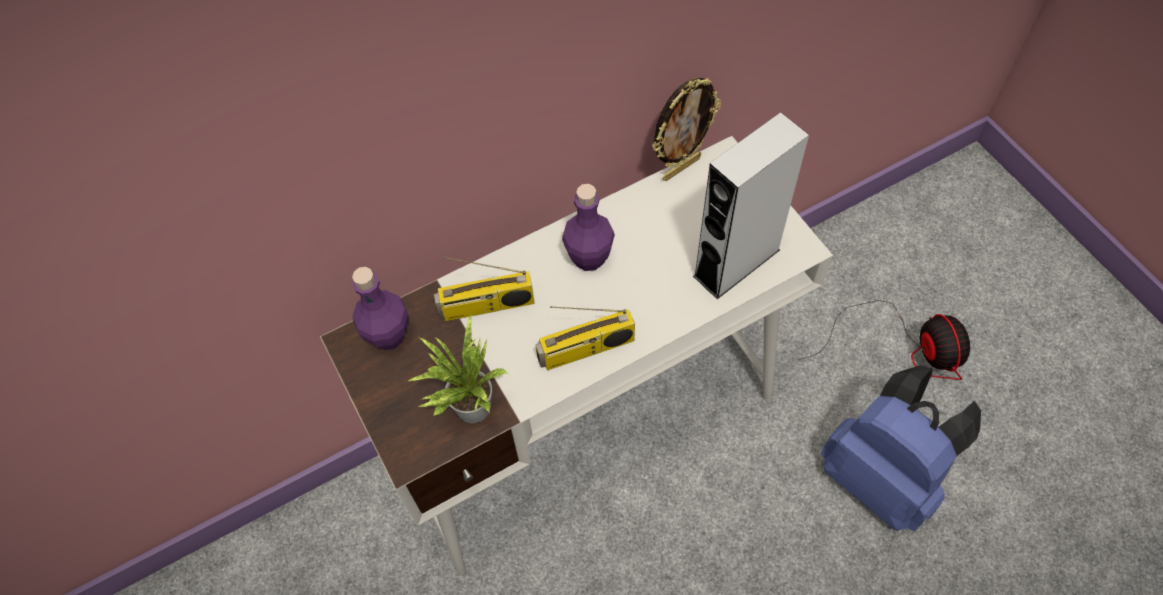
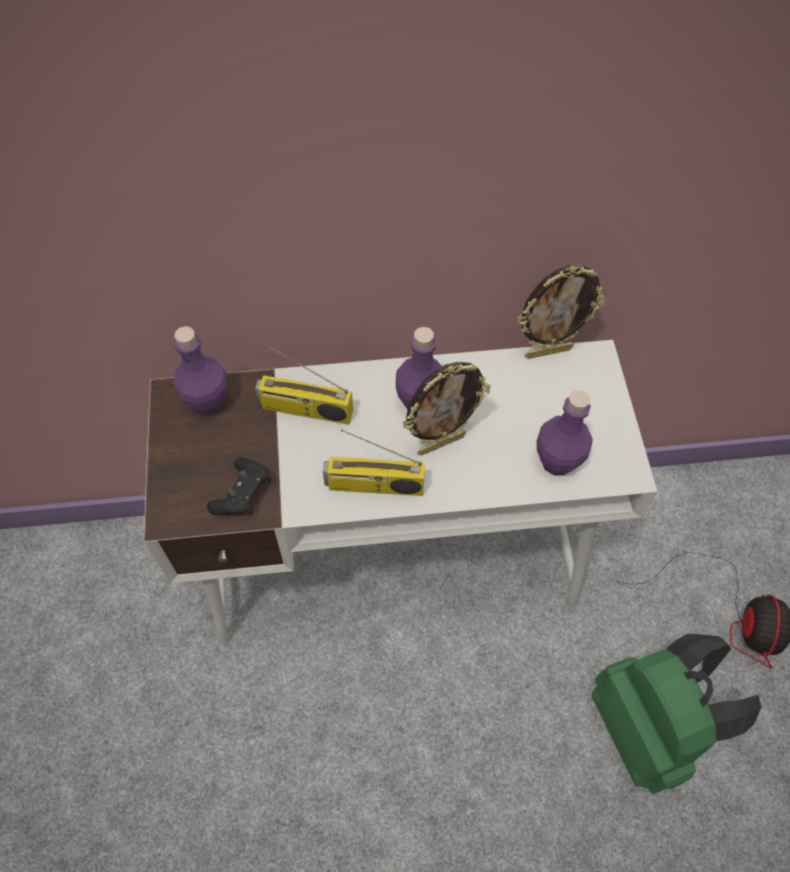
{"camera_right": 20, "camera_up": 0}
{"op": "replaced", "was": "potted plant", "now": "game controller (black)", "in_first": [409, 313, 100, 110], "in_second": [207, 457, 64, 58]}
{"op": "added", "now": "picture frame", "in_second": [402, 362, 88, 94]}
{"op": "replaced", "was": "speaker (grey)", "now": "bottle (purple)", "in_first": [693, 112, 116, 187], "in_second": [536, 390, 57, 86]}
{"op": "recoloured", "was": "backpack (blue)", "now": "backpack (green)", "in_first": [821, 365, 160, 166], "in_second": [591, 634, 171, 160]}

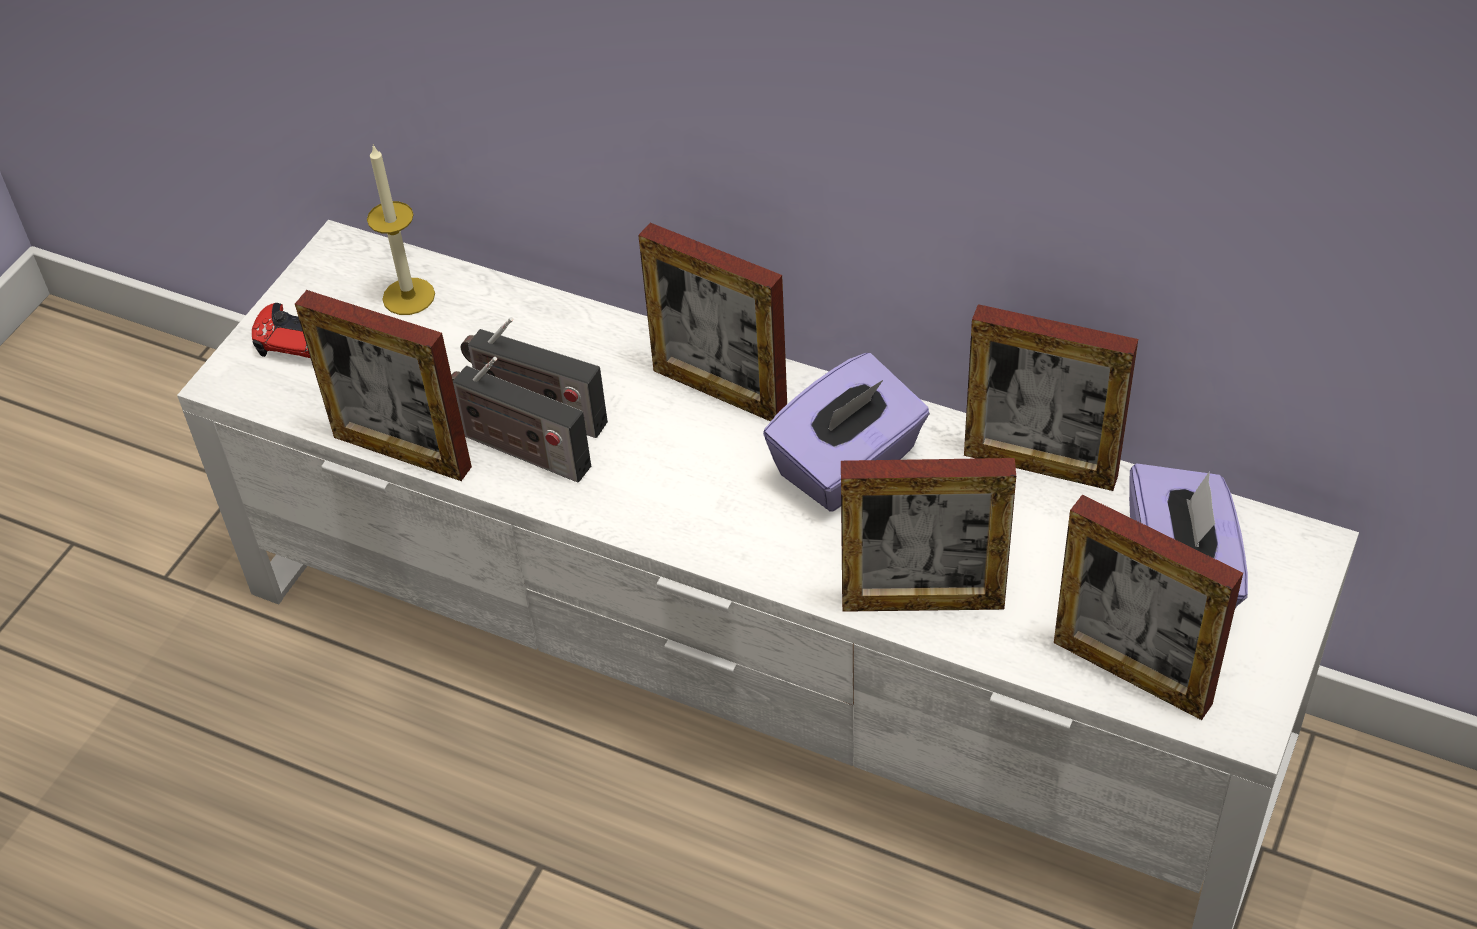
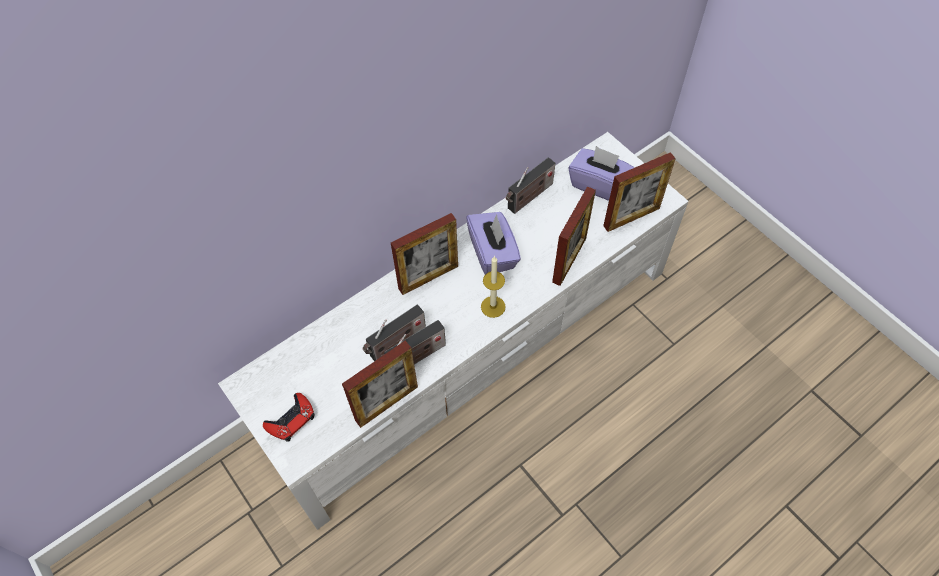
{"camera_right": -65, "camera_up": 10}
{"op": "moved", "was": "candle", "in_first": [367, 144, 68, 171], "in_second": [481, 256, 25, 62]}
{"op": "replaced", "was": "picture frame", "now": "radio", "in_first": [964, 304, 174, 187], "in_second": [506, 157, 50, 57]}

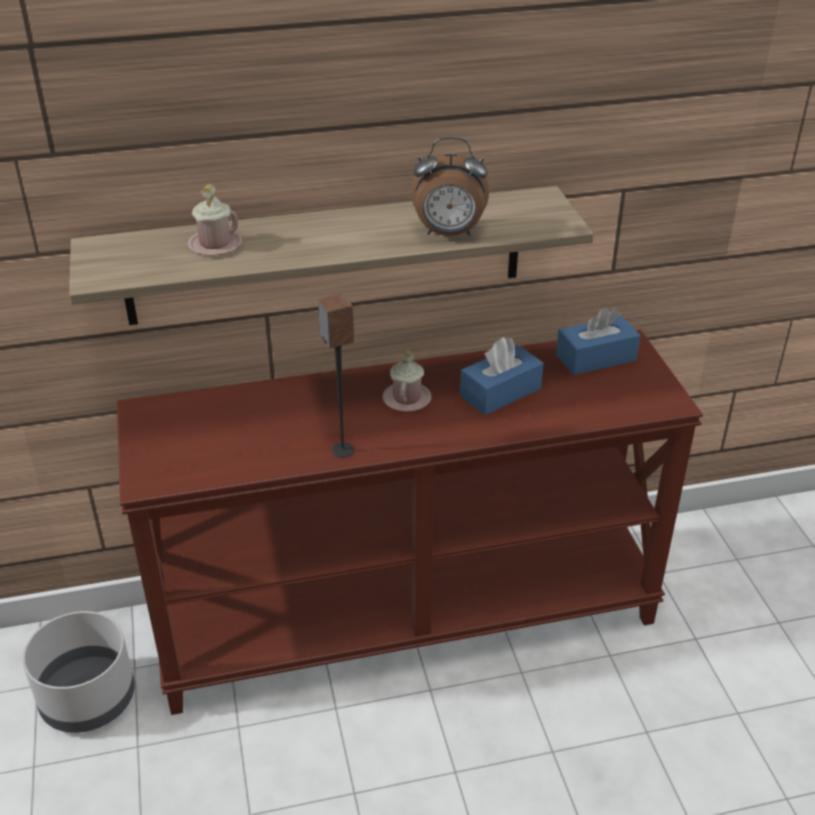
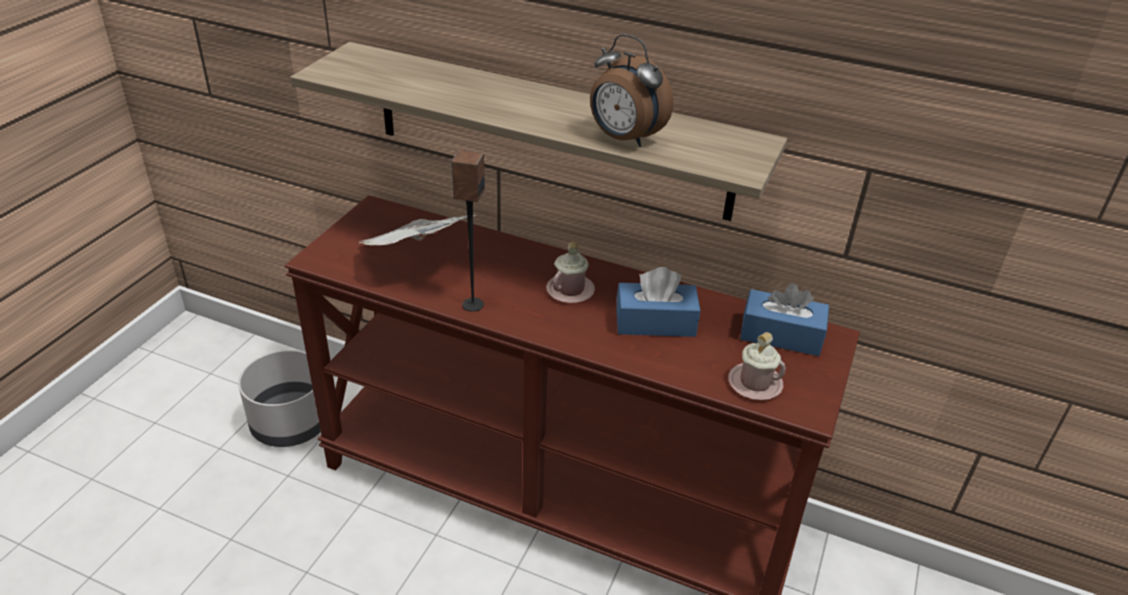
{"camera_right": 35, "camera_up": 0}
{"op": "added", "now": "newspaper", "in_second": [359, 215, 119, 30]}
{"op": "moved", "was": "mug (pink)", "in_first": [187, 184, 56, 72], "in_second": [728, 332, 58, 68]}

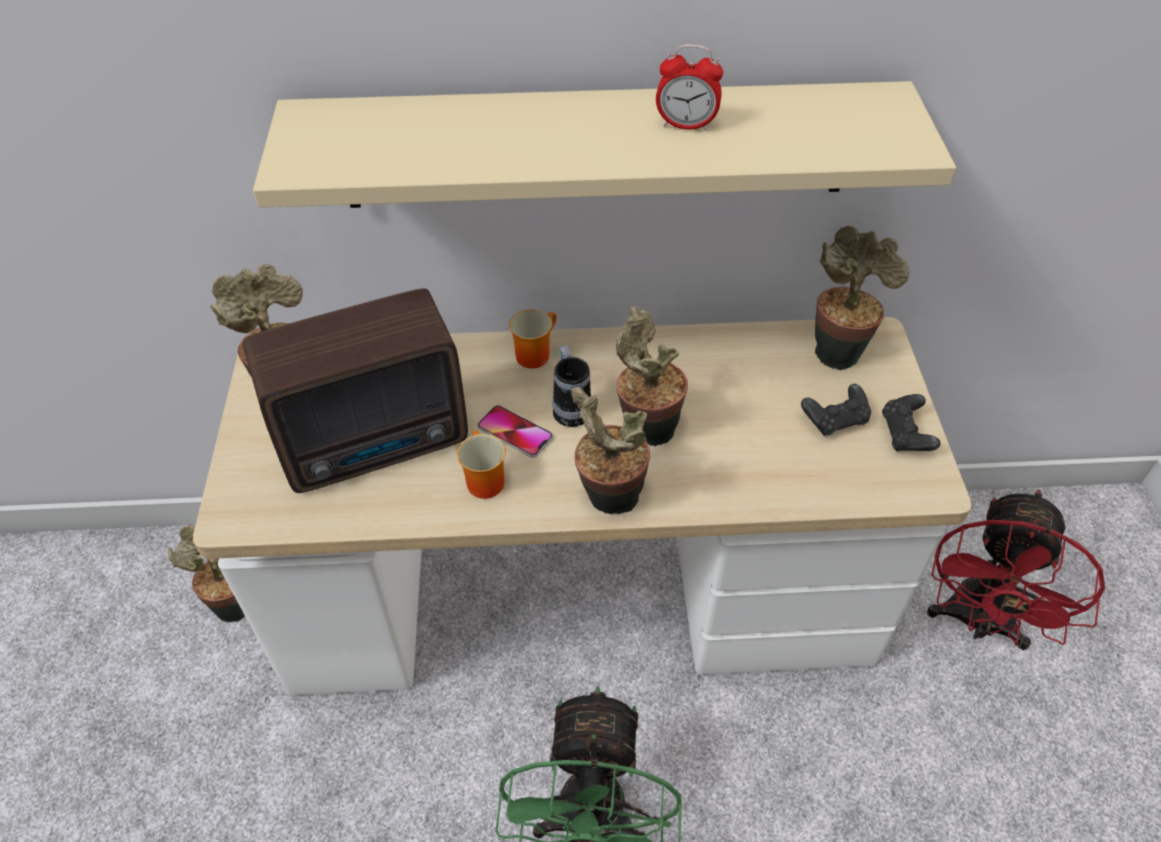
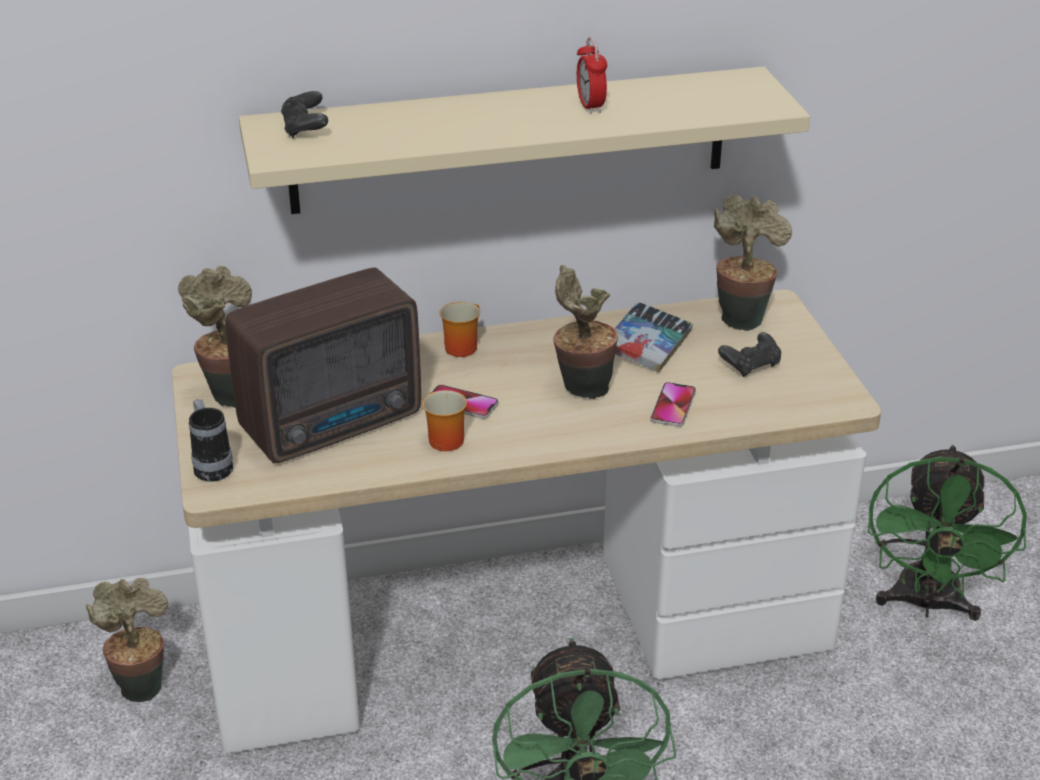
{"camera_right": -10, "camera_up": -15}
{"op": "moved", "was": "mug", "in_first": [552, 345, 39, 82], "in_second": [189, 399, 44, 83]}
{"op": "moved", "was": "game controller (black)", "in_first": [882, 394, 59, 58], "in_second": [281, 91, 47, 47]}
{"op": "turned", "was": "alarm clock", "in_first": [656, 44, 67, 87], "in_second": [577, 37, 30, 77], "clockwise": 75}
{"op": "added", "now": "book", "in_second": [614, 302, 79, 71]}
{"op": "added", "now": "phone", "in_second": [651, 382, 45, 45]}
{"op": "recoloured", "was": "fan (red)", "now": "fan (green)", "in_first": [927, 490, 178, 160], "in_second": [868, 445, 159, 176]}
{"op": "removed", "was": "potted plant", "in_first": [571, 387, 79, 127]}

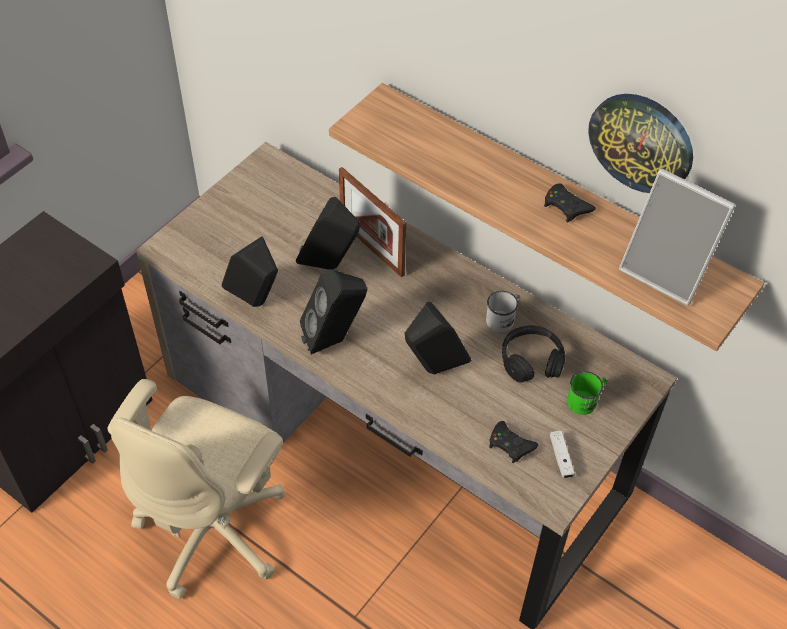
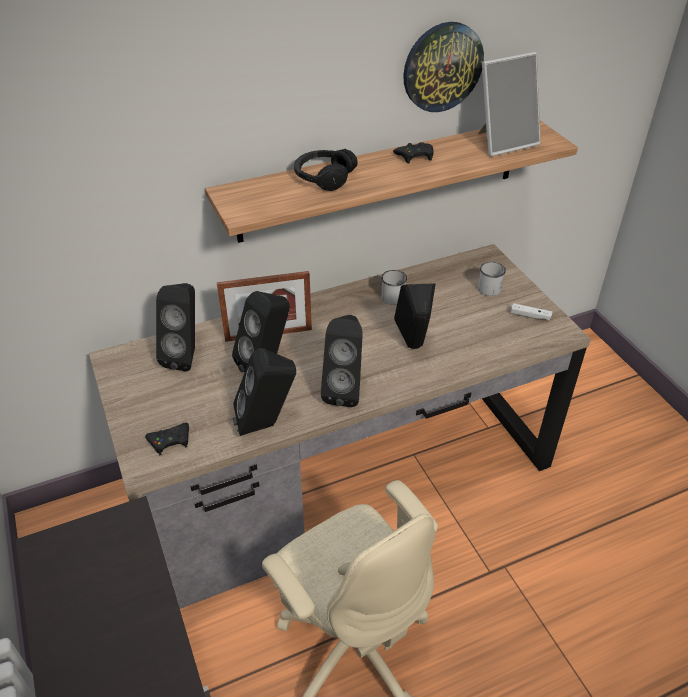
{"camera_right": -60, "camera_up": -10}
{"op": "moved", "was": "game controller (black)", "in_first": [489, 421, 49, 42], "in_second": [145, 422, 44, 33]}
{"op": "added", "now": "speaker (black)", "in_second": [156, 283, 39, 88]}
{"op": "moved", "was": "headphones (black)", "in_first": [502, 326, 64, 57], "in_second": [294, 149, 64, 42]}
{"op": "recoloured", "was": "mug (green)", "now": "mug (white)", "in_first": [567, 371, 40, 44], "in_second": [478, 262, 28, 34]}

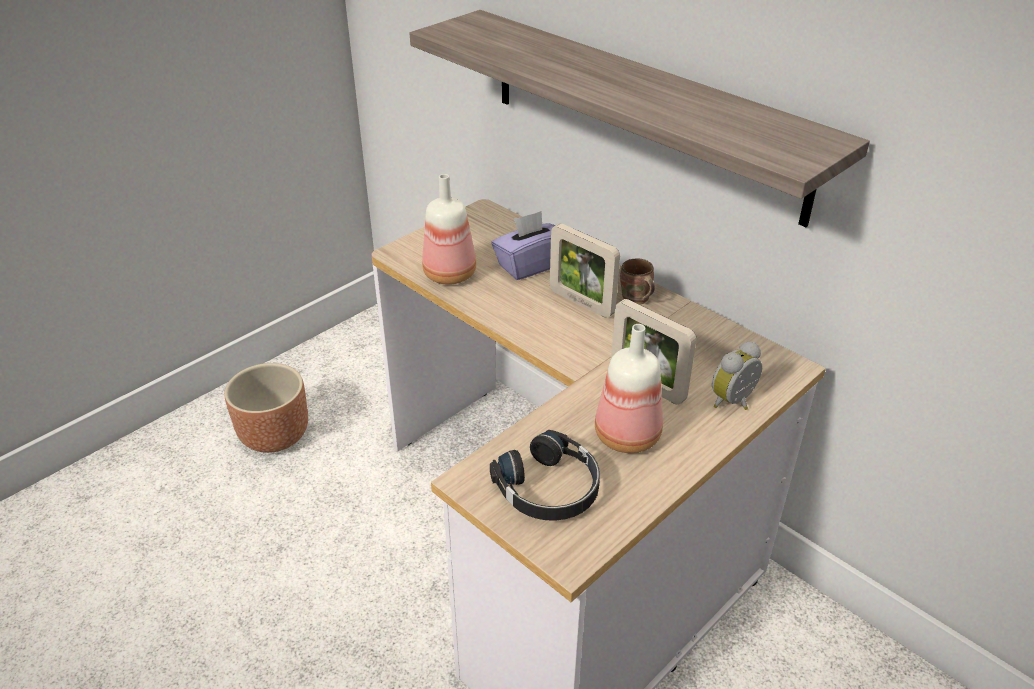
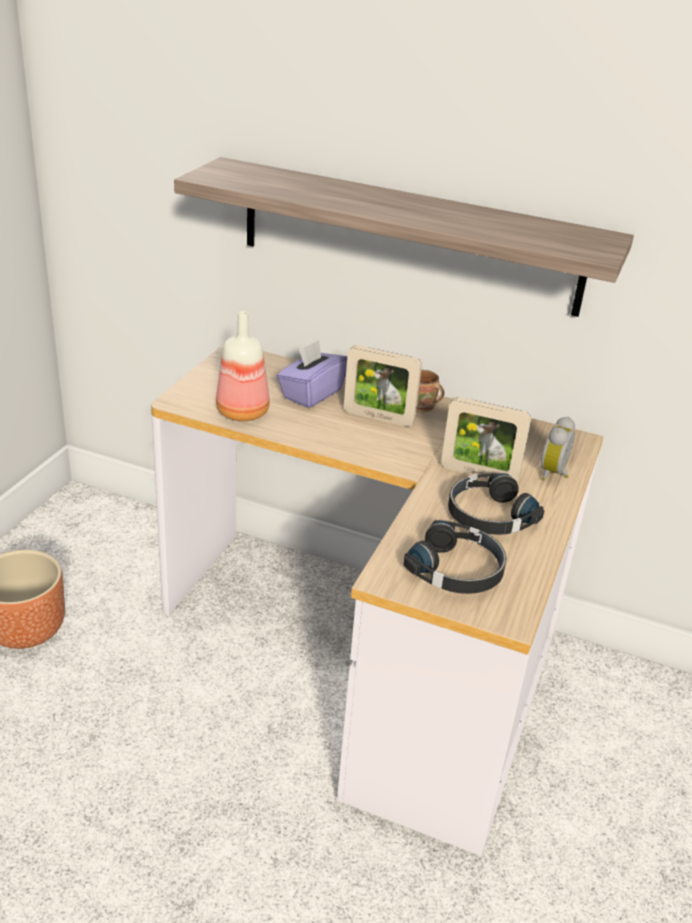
{"camera_right": -25, "camera_up": -5}
{"op": "replaced", "was": "bottle", "now": "headphones (black)", "in_first": [595, 324, 68, 129], "in_second": [448, 473, 96, 62]}

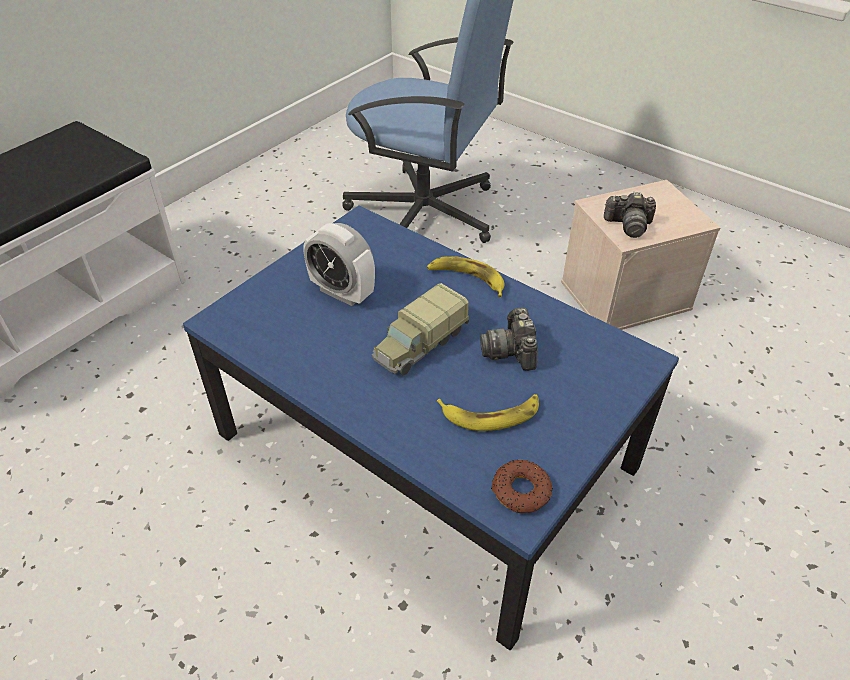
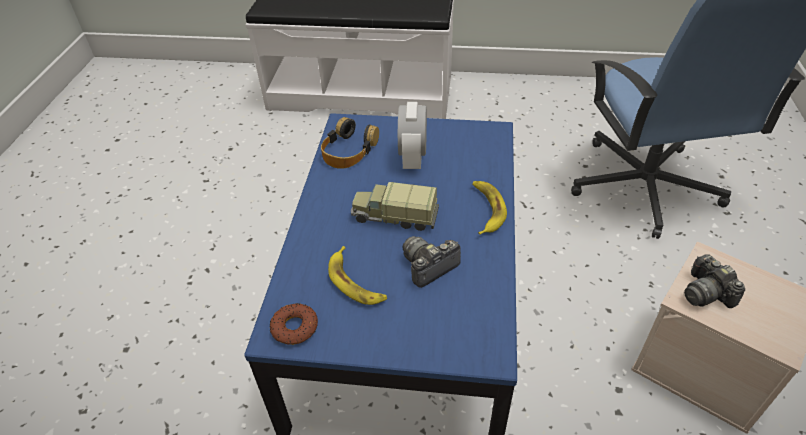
{"camera_right": 60, "camera_up": 0}
{"op": "added", "now": "headphones", "in_second": [321, 117, 58, 52]}

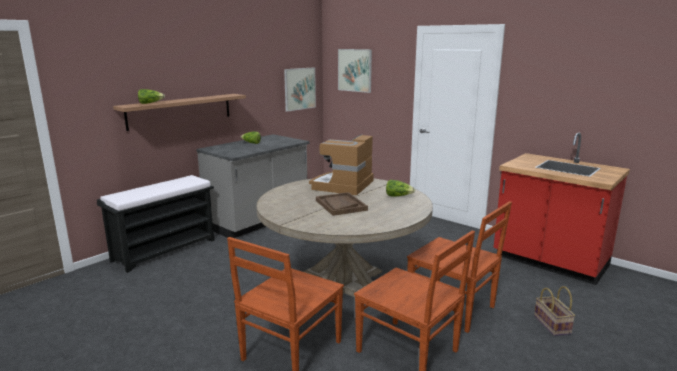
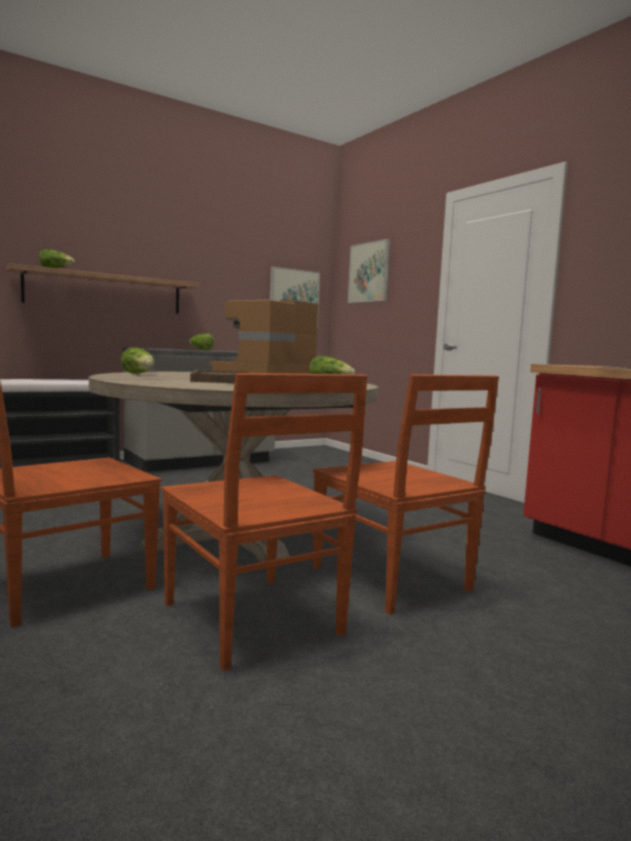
{"camera_right": 15, "camera_up": -10}
{"op": "added", "now": "lettuce", "in_second": [121, 347, 33, 27]}
{"op": "removed", "was": "basket", "in_first": [534, 286, 41, 50]}

